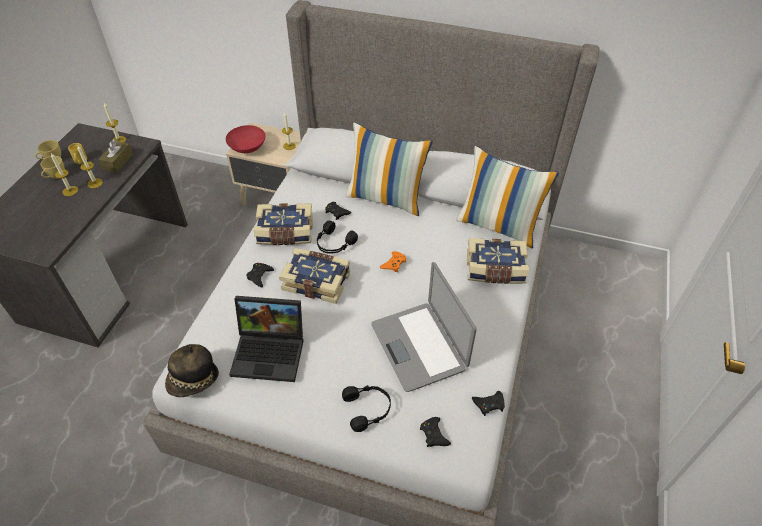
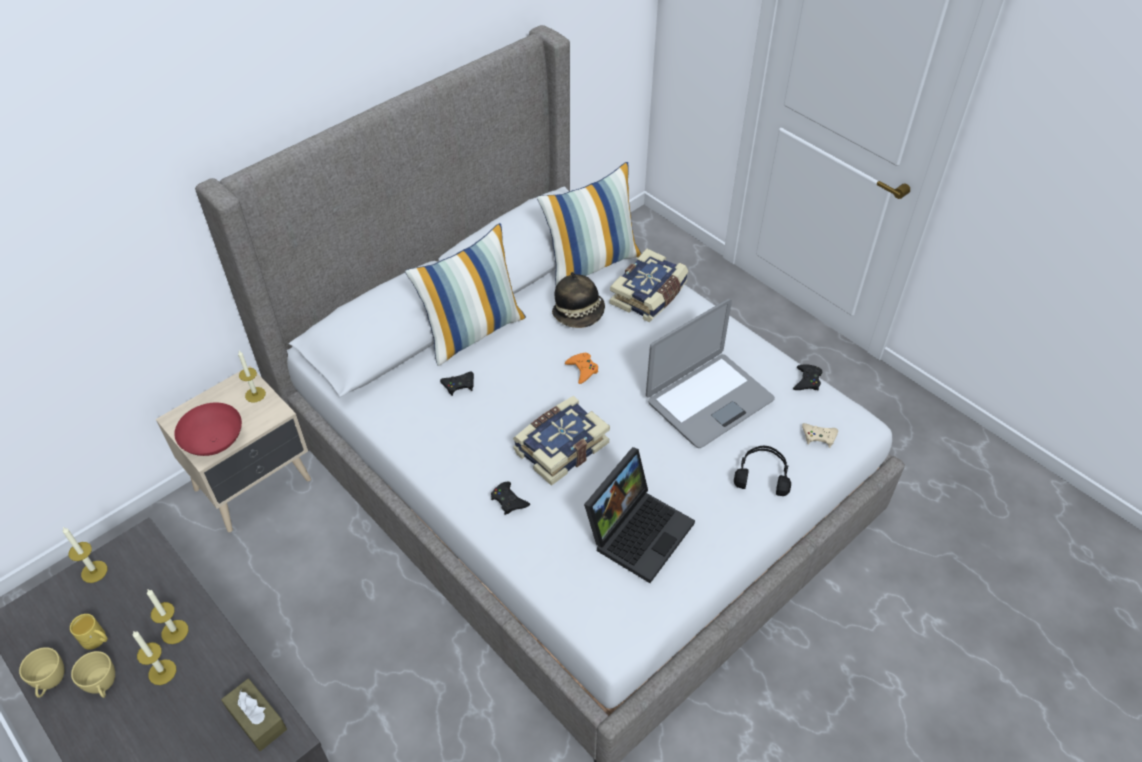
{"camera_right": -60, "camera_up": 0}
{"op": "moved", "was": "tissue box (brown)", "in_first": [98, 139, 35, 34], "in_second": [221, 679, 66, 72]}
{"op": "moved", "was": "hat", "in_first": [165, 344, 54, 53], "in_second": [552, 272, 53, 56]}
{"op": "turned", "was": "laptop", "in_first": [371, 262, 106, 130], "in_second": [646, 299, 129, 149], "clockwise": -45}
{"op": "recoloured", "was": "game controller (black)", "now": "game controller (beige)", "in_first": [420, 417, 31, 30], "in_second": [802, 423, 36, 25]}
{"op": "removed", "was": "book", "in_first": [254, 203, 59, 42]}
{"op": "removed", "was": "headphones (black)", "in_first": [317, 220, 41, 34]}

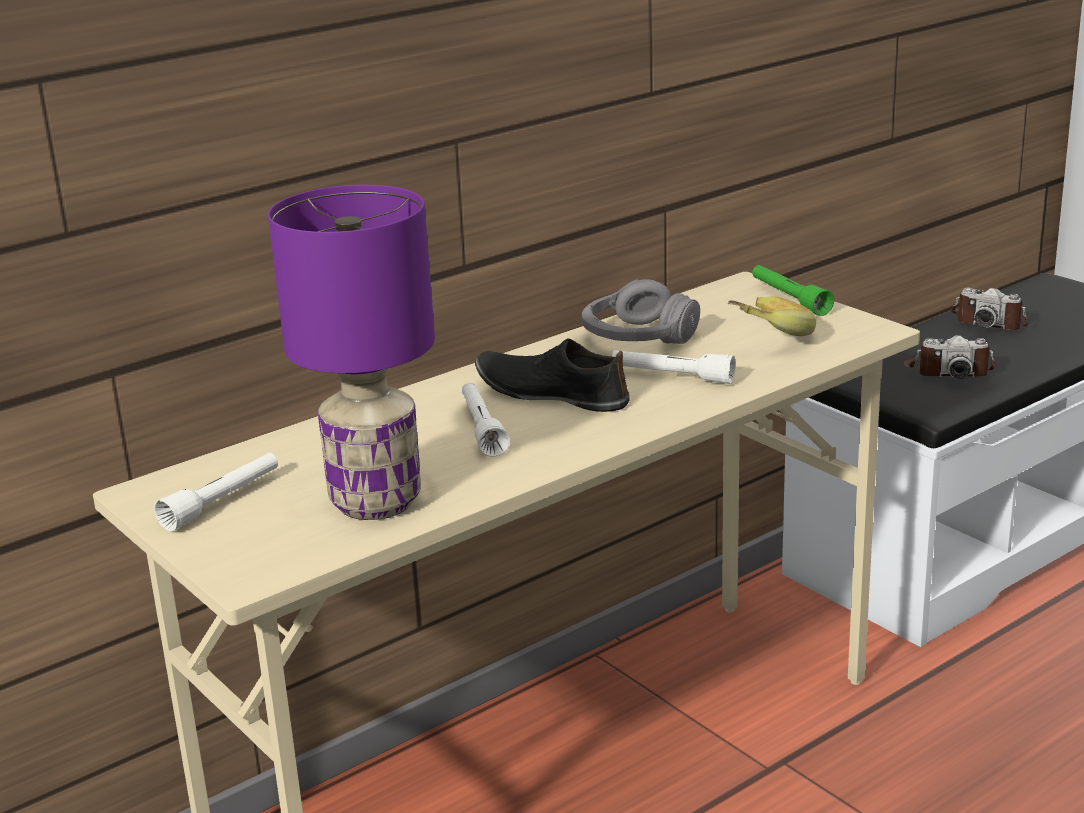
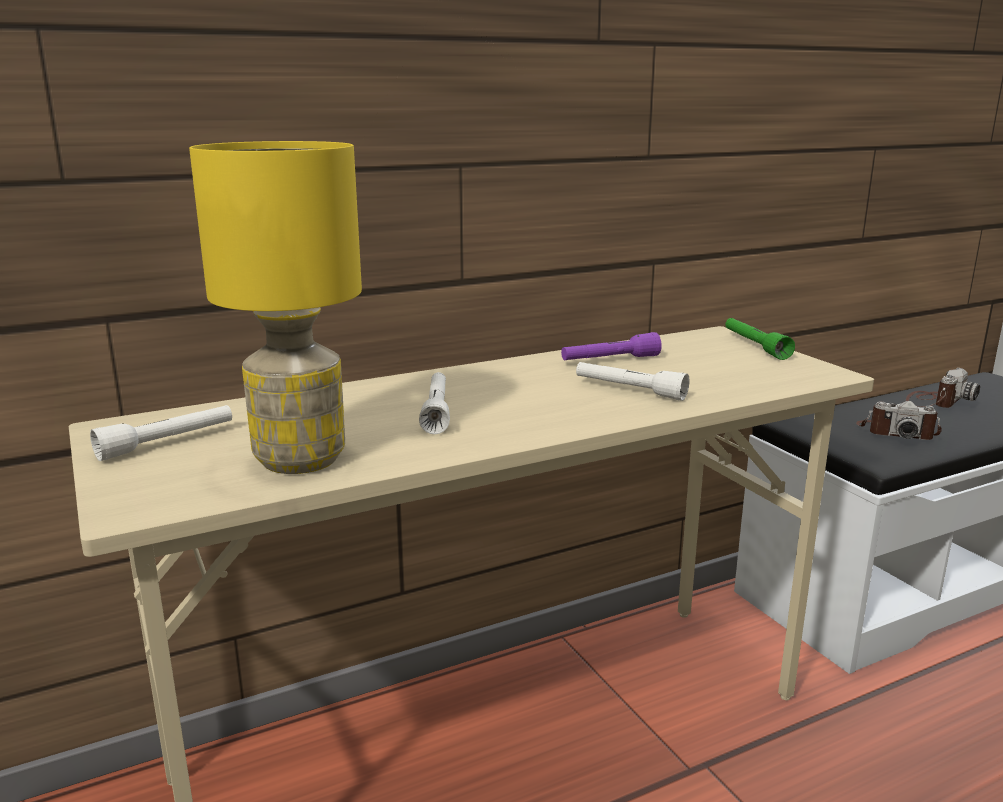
{"camera_right": 10, "camera_up": -5}
{"op": "recoloured", "was": "table lamp (purple)", "now": "table lamp (yellow)", "in_first": [268, 185, 167, 335], "in_second": [189, 141, 173, 333]}
{"op": "replaced", "was": "headphones (grey)", "now": "flashlight (purple)", "in_first": [582, 279, 118, 65], "in_second": [561, 332, 101, 28]}
{"op": "turned", "was": "photo camera", "in_first": [951, 288, 77, 42], "in_second": [906, 368, 74, 40], "clockwise": -90}
{"op": "removed", "was": "shoe (black)", "in_first": [475, 338, 154, 74]}
{"op": "removed", "was": "banana", "in_first": [728, 296, 88, 40]}

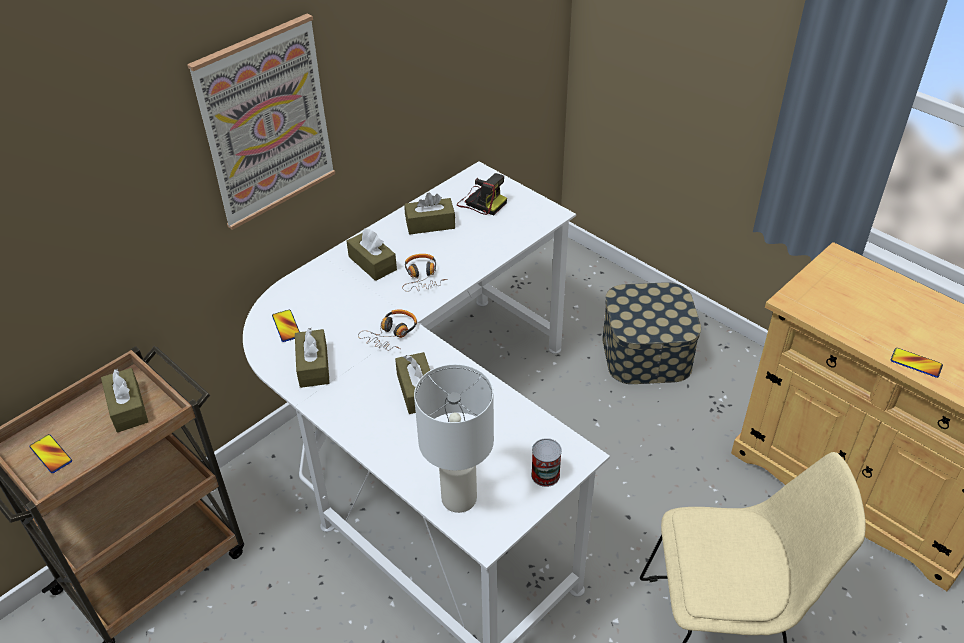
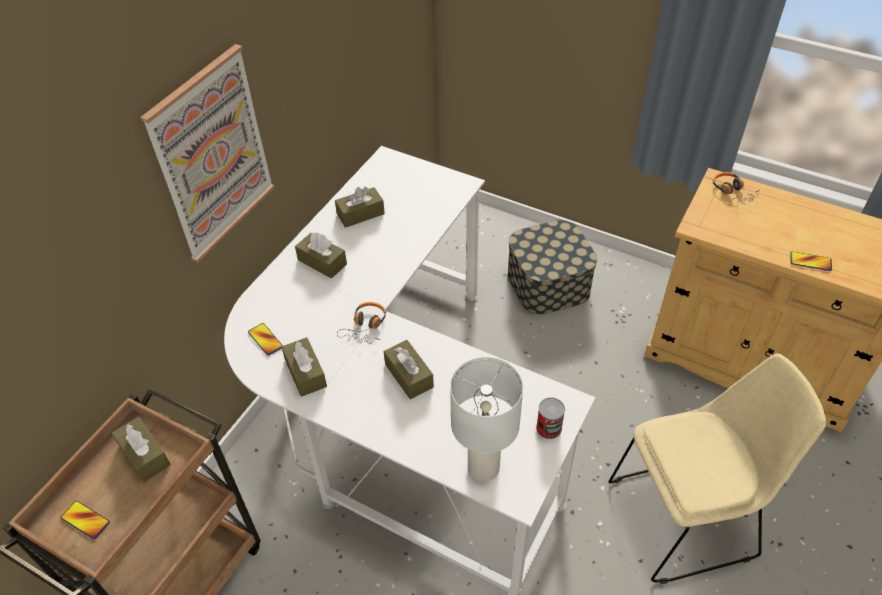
{"camera_right": -15, "camera_up": 5}
{"op": "moved", "was": "headphones", "in_first": [402, 254, 46, 38], "in_second": [713, 172, 47, 35]}
{"op": "removed", "was": "photo camera", "in_first": [457, 173, 50, 42]}

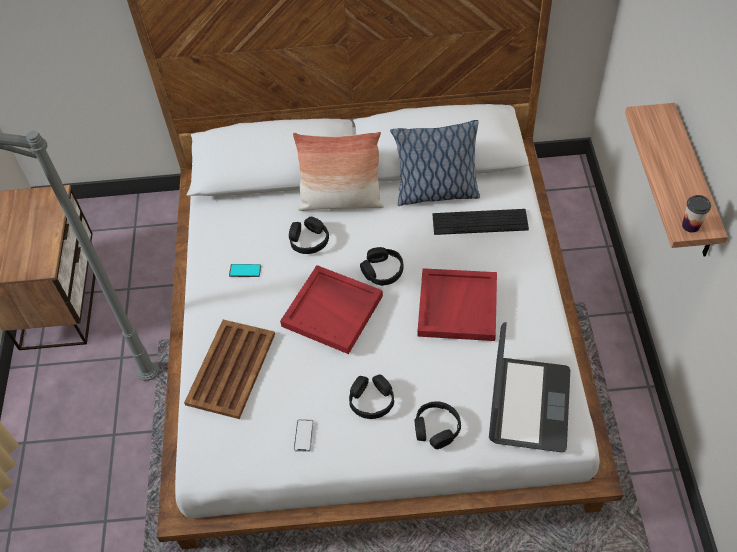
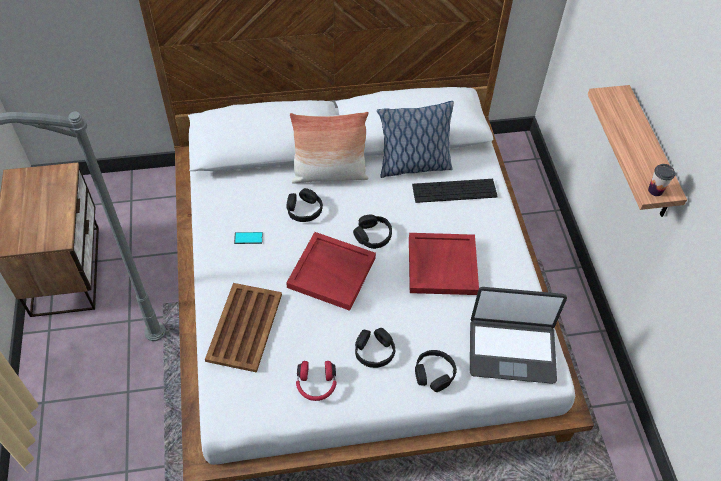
{"camera_right": -10, "camera_up": 0}
{"op": "replaced", "was": "phone", "now": "headphones (red)", "in_first": [294, 419, 20, 33], "in_second": [296, 361, 41, 40]}
{"op": "turned", "was": "laptop", "in_first": [489, 322, 81, 130], "in_second": [470, 287, 97, 97], "clockwise": 90}

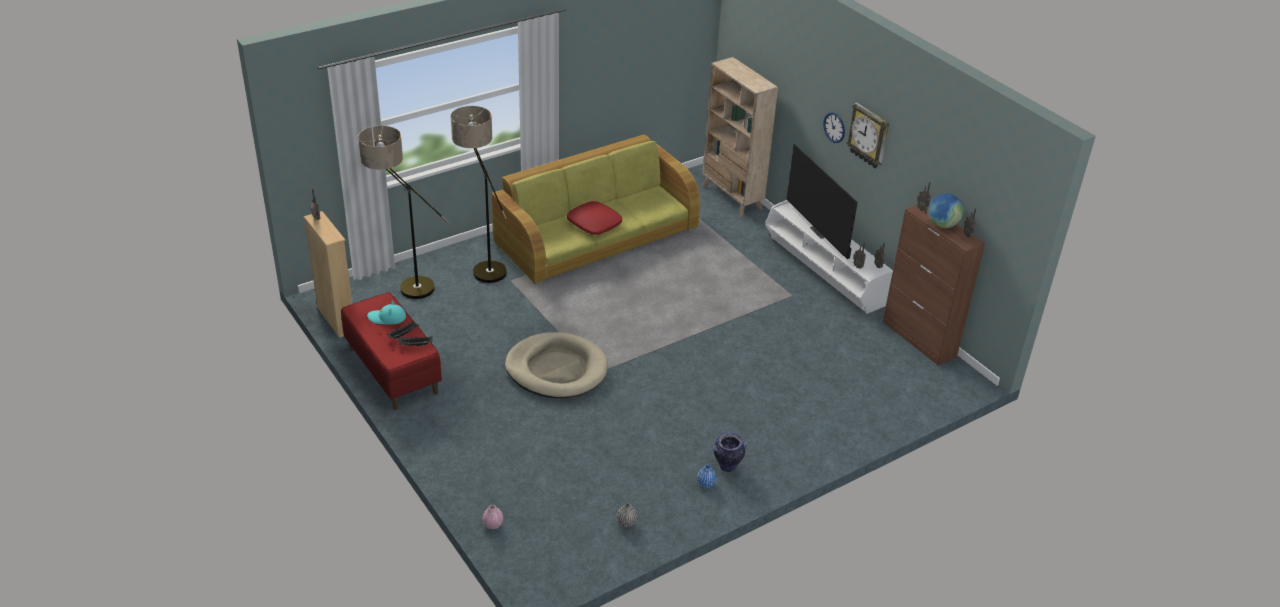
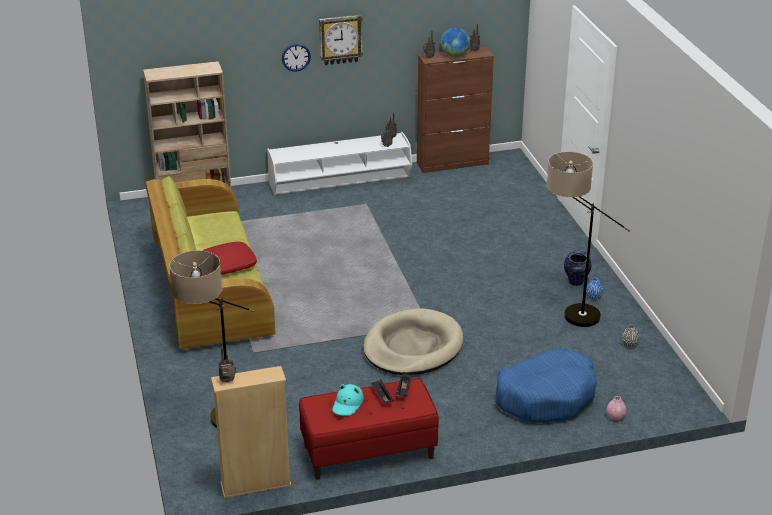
{"camera_right": -70, "camera_up": -5}
{"op": "added", "now": "dog bed (blue)", "in_second": [495, 349, 102, 74]}
{"op": "moved", "was": "floor lamp", "in_first": [451, 106, 56, 177], "in_second": [547, 152, 83, 175]}
{"op": "removed", "was": "television", "in_first": [786, 144, 72, 115]}

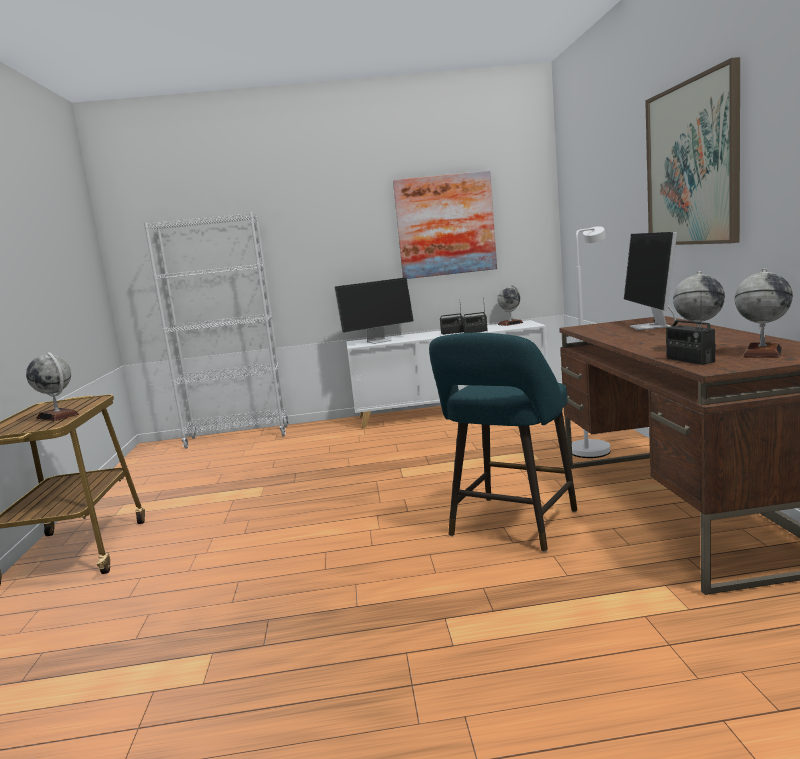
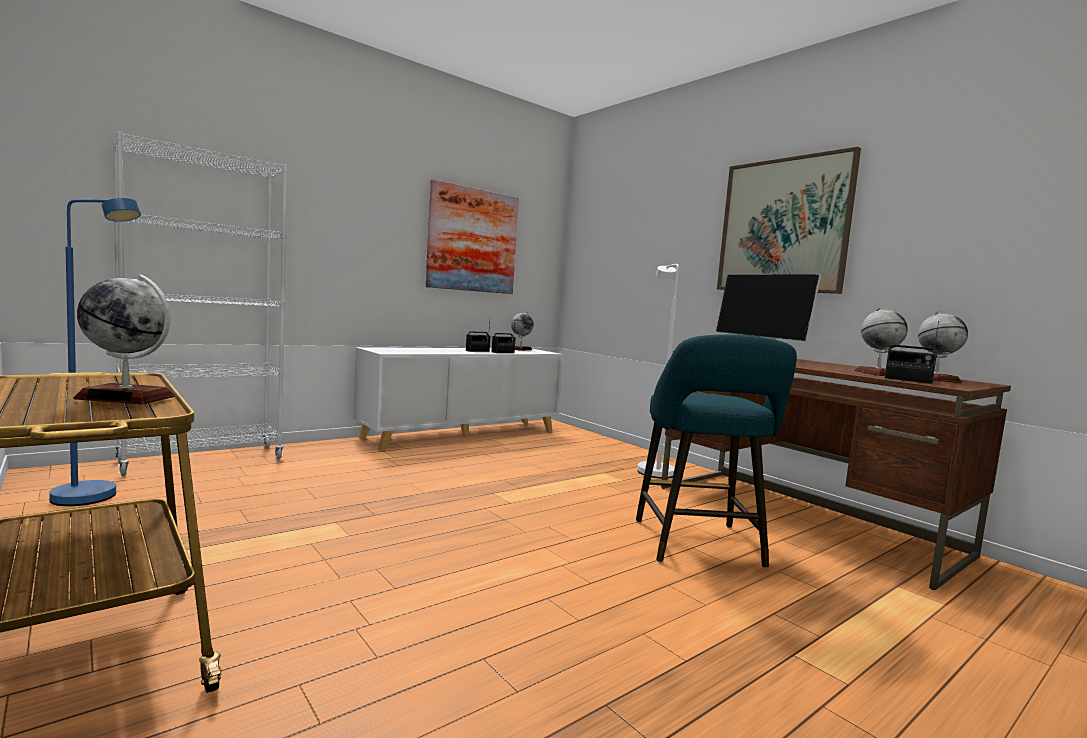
{"camera_right": -35, "camera_up": -5}
{"op": "added", "now": "floor lamp (blue)", "in_second": [49, 198, 92, 308]}
{"op": "removed", "was": "monitor", "in_first": [334, 277, 80, 67]}

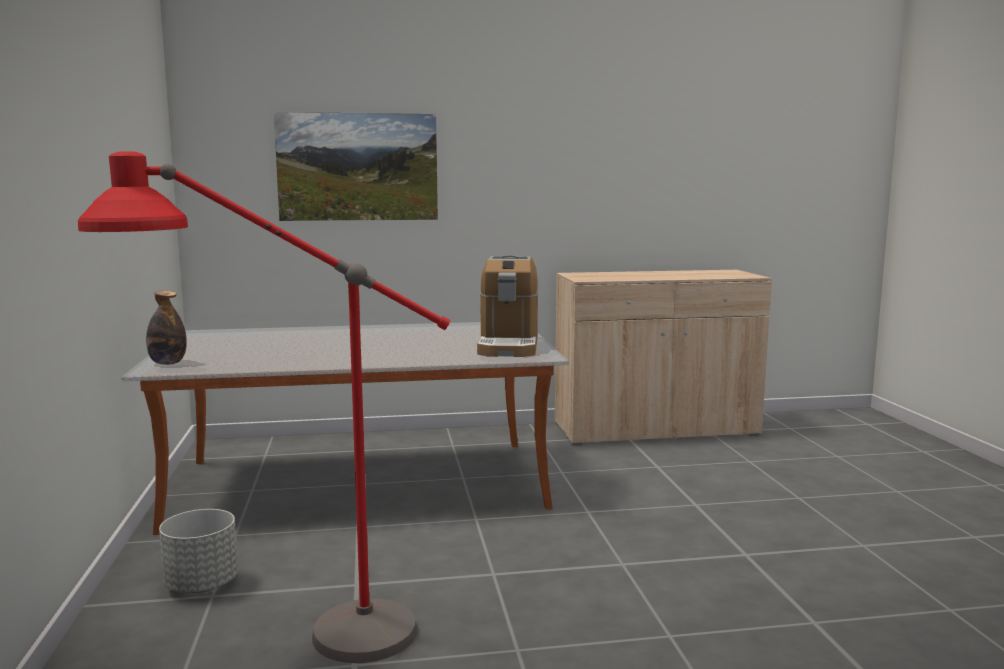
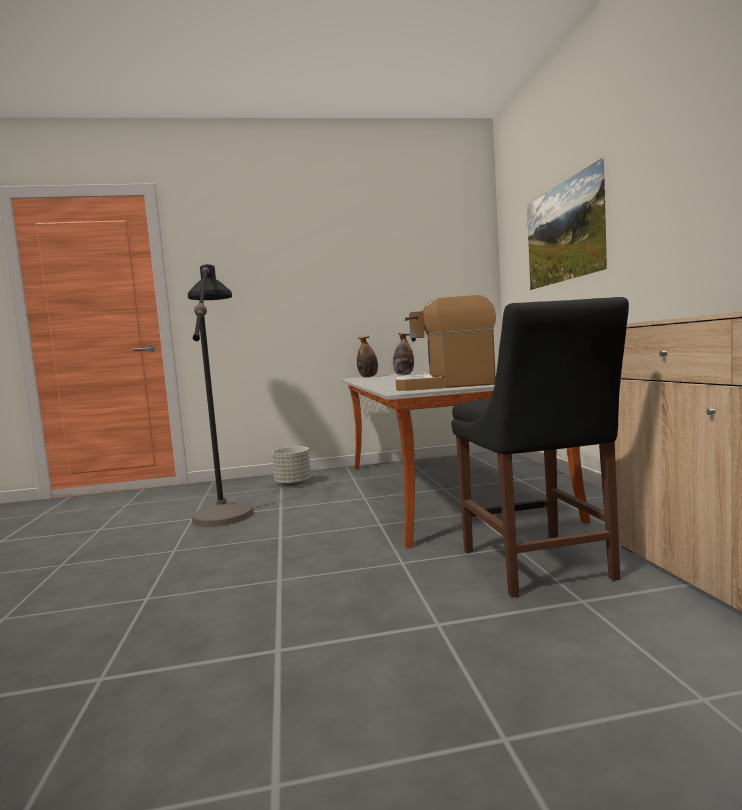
{"camera_right": 90, "camera_up": -5}
{"op": "recoloured", "was": "floor lamp (red)", "now": "floor lamp (black)", "in_first": [78, 151, 372, 512], "in_second": [188, 264, 65, 263]}
{"op": "added", "now": "bottle", "in_second": [393, 333, 21, 42]}
{"op": "added", "now": "chair (black)", "in_second": [451, 297, 178, 301]}

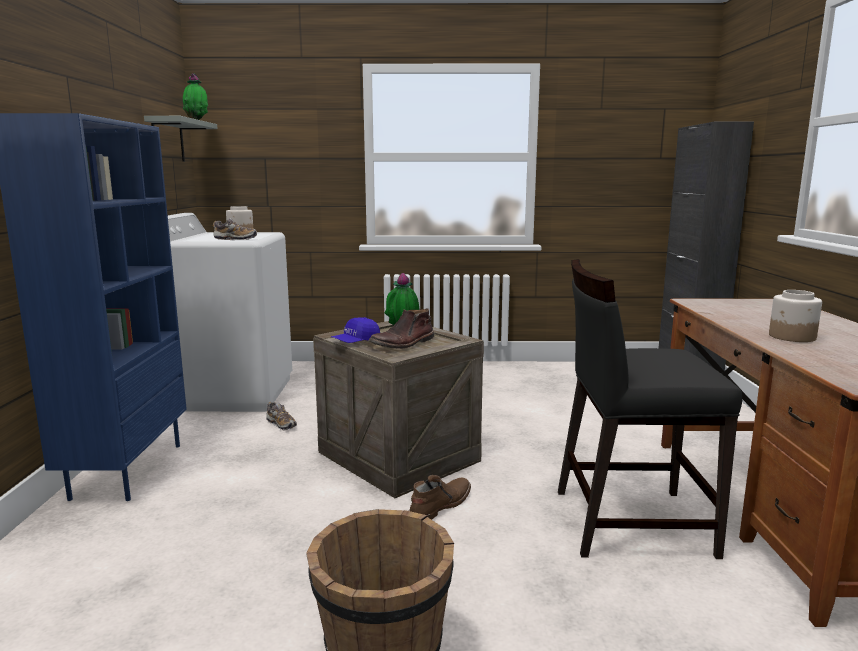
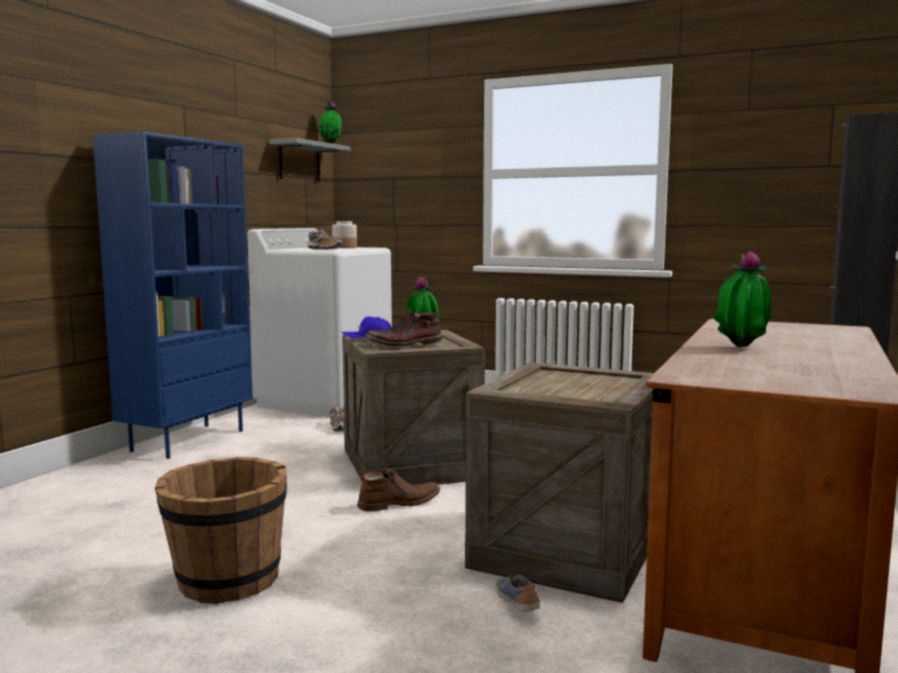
{"camera_right": 25, "camera_up": -5}
{"op": "replaced", "was": "chair (black)", "now": "crate", "in_first": [558, 259, 184, 300], "in_second": [465, 362, 189, 241]}
{"op": "added", "now": "shoe", "in_second": [495, 575, 45, 37]}
{"op": "replaced", "was": "jar", "now": "potted plant", "in_first": [769, 290, 53, 52], "in_second": [713, 251, 58, 96]}

